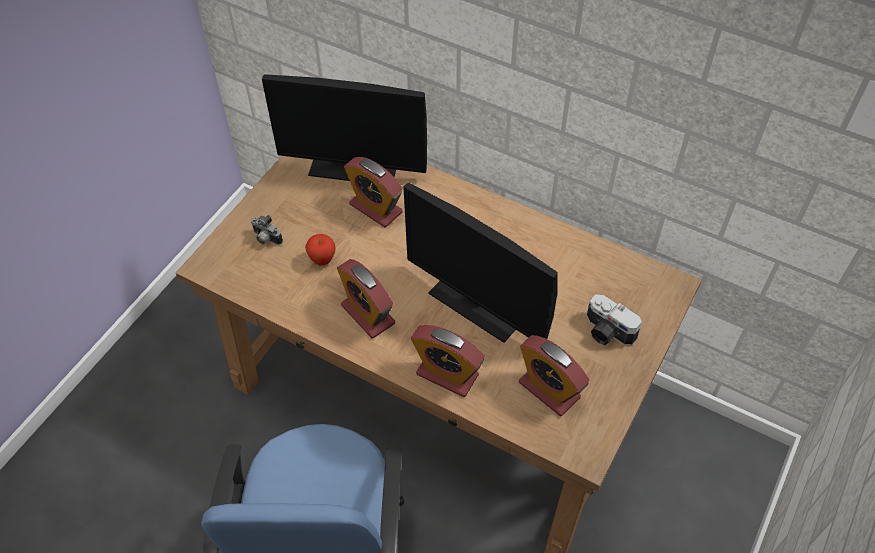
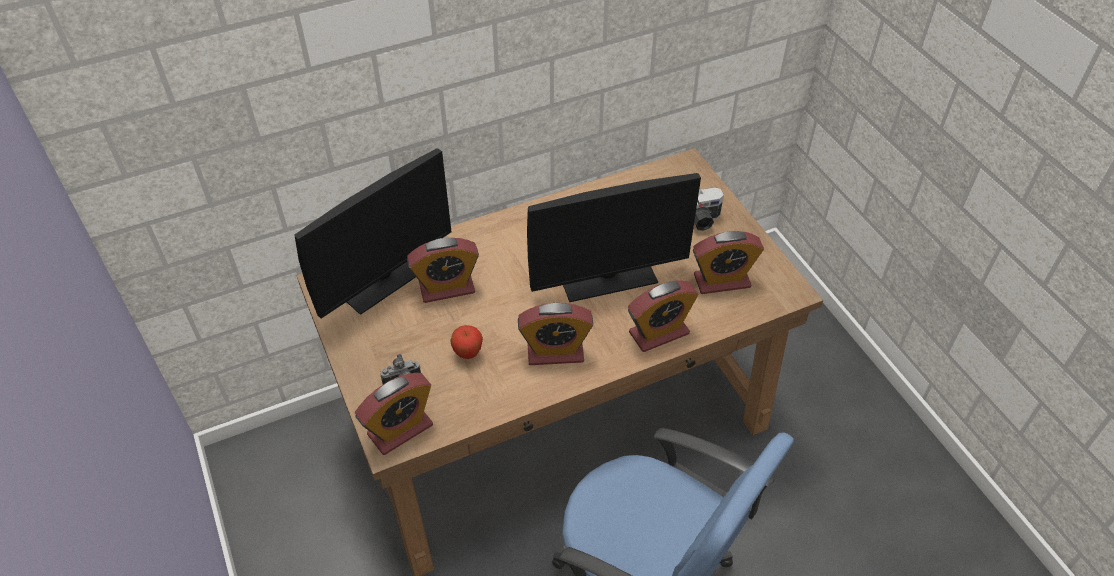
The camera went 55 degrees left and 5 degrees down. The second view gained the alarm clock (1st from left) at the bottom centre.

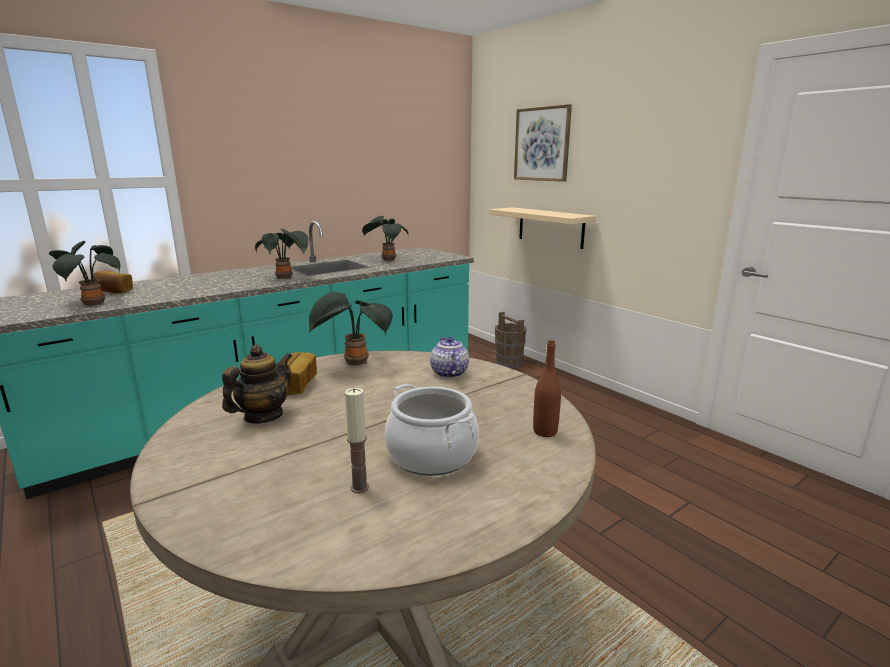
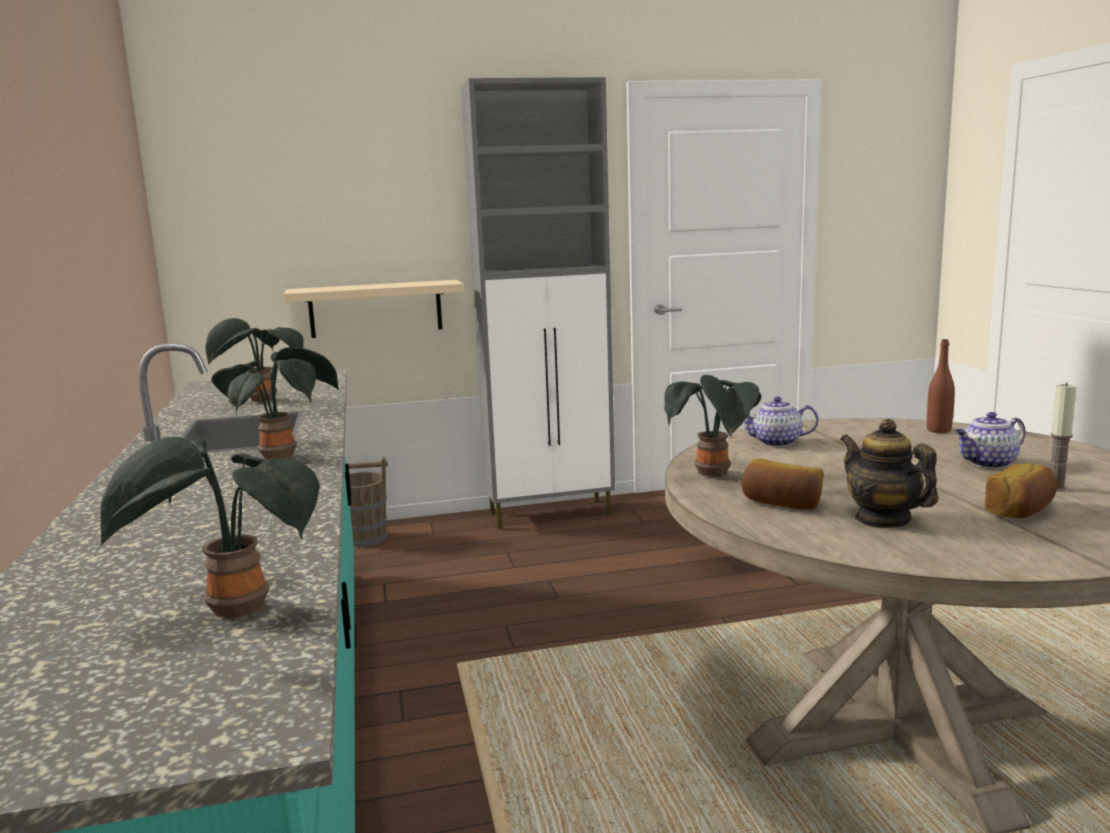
The camera went 65 degrees left and 5 degrees down. The second view gained the grey cabinet at the centre. Where the cooking pot stood at the centre, the teapot (3rd from left) came to stand at the middle right. The bread (1st from left in the first image) ended up elsewhere, having gone from the middle left to the middle right. The second view lost the picture at the top centre.

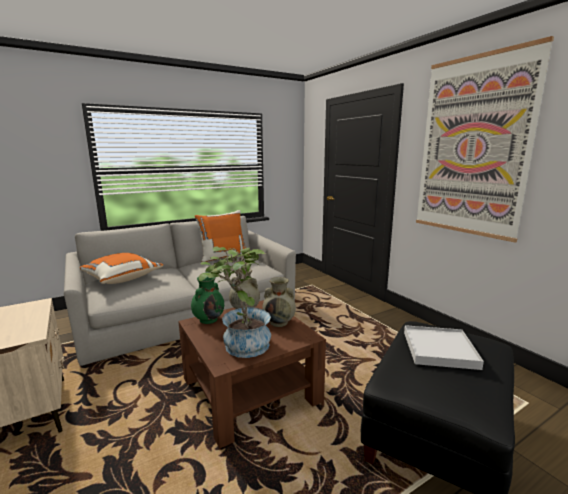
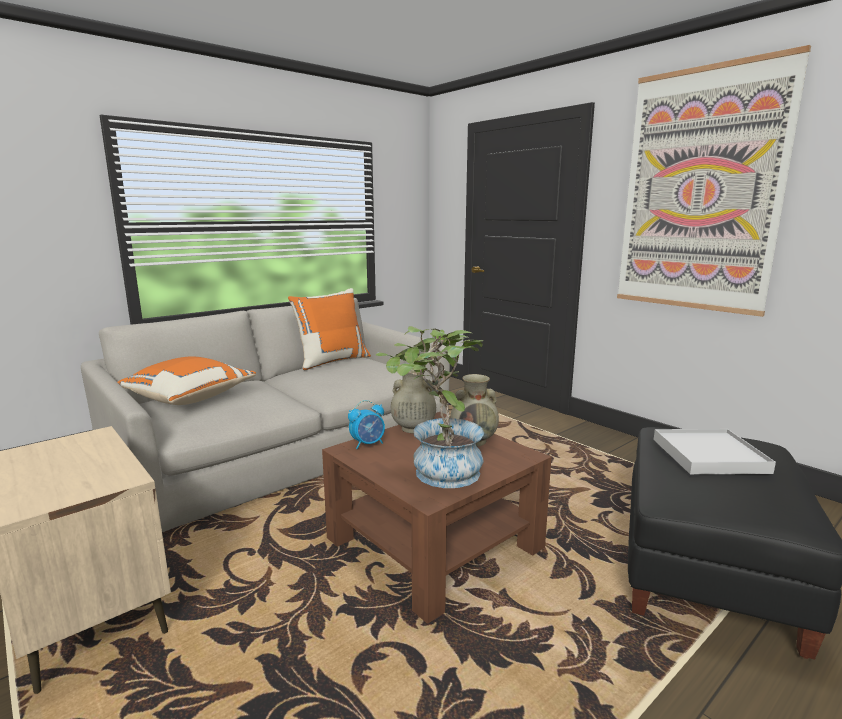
The camera went 10 degrees left and 0 degrees up. Where the green vase stood at the centre, the alarm clock came to stand at the centre.

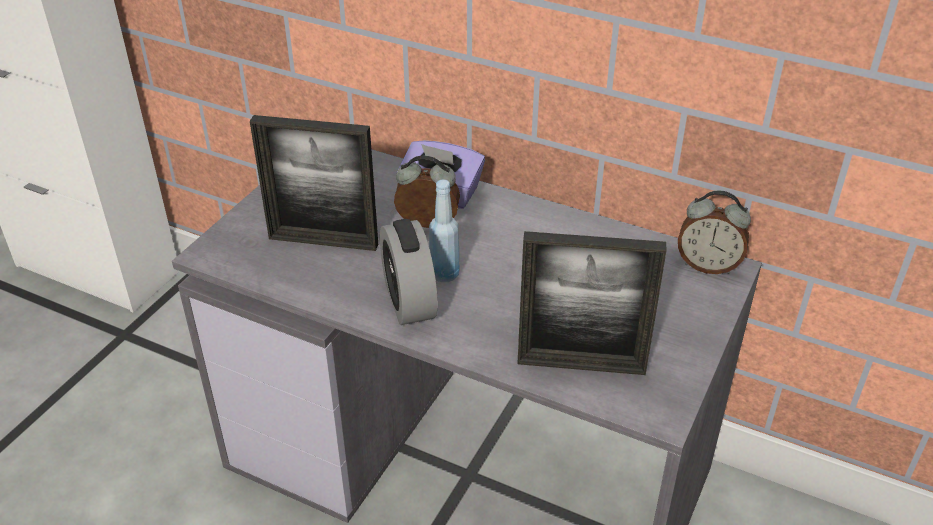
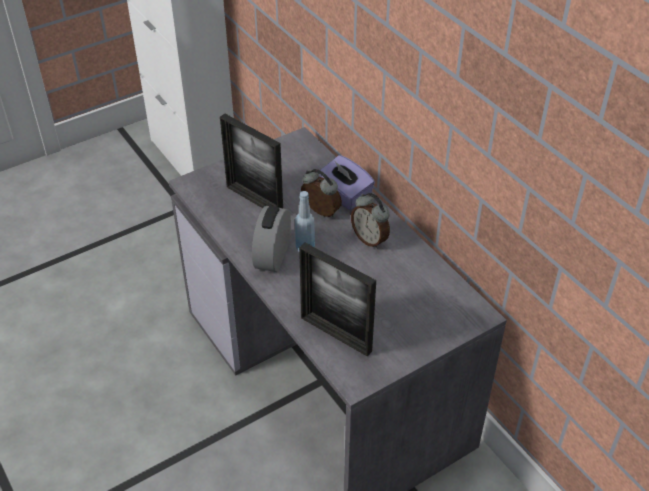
The camera went 30 degrees right and 5 degrees up. The alarm clock (3rd from left) ended up elsewhere, having gone from the middle right to the centre.

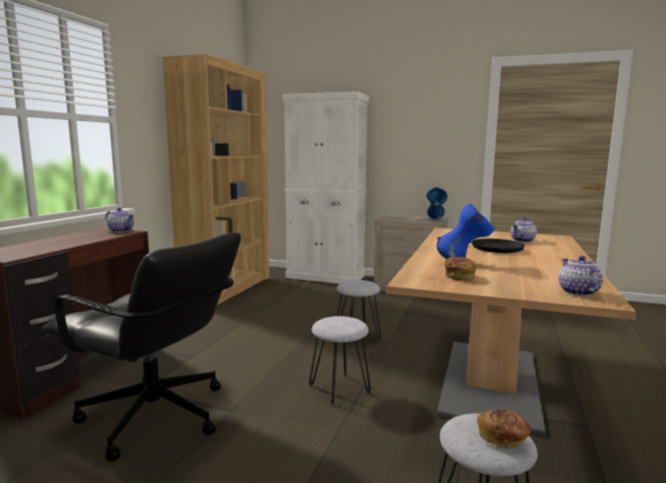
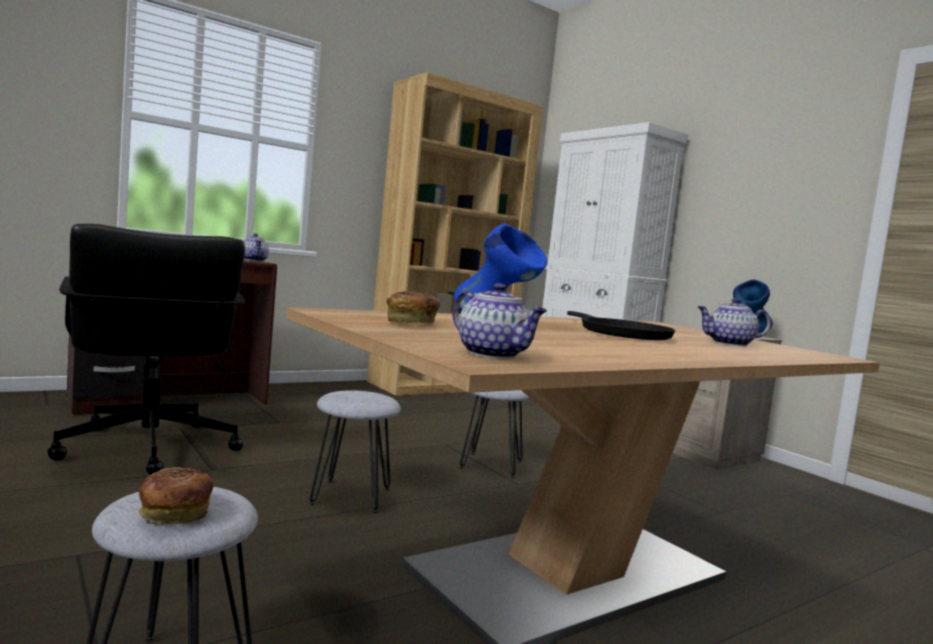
The camera went 35 degrees right and 5 degrees down. The teapot (3rd from left in the first image) at the middle right ended up facing another way, 105 degrees clockwise from before.

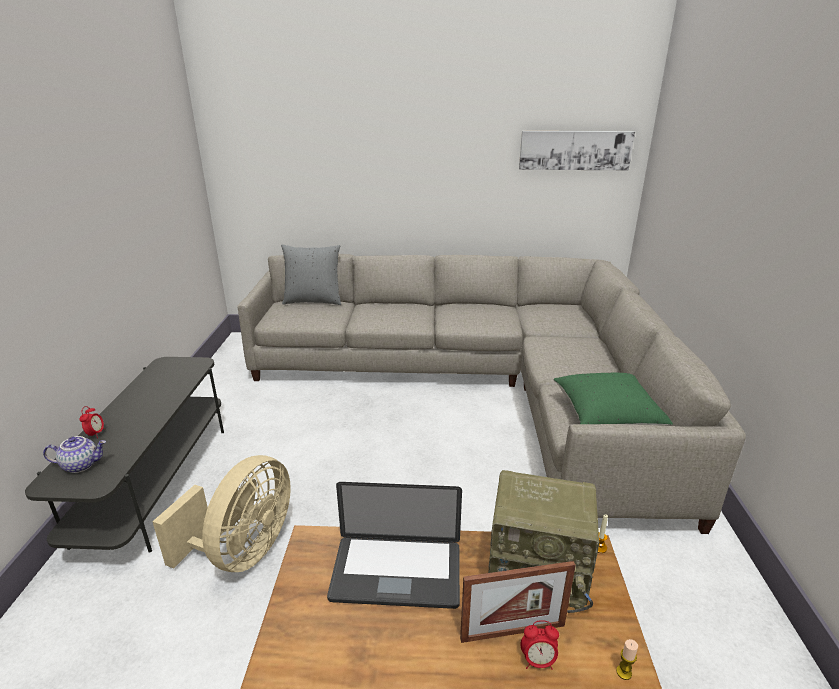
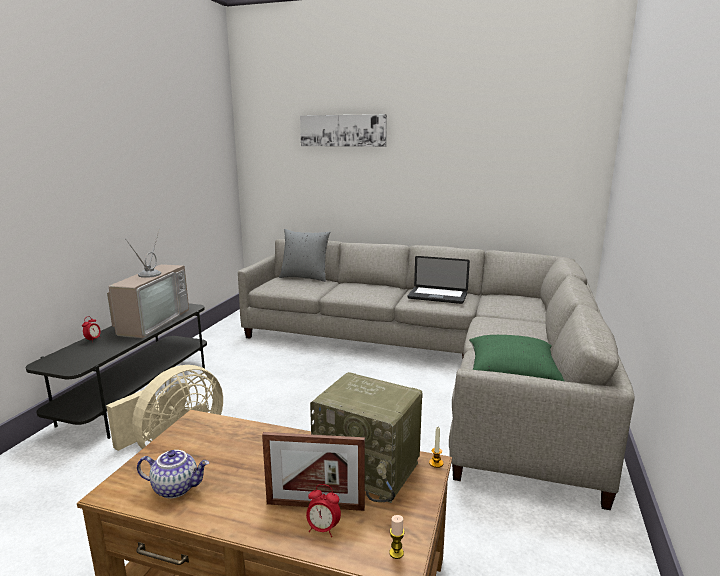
The camera went 15 degrees right and 10 degrees down. The second view gained the television at the middle left. The teapot ended up elsewhere, having gone from the middle left to the bottom left. The picture ended up elsewhere, having gone from the top right to the top centre. The laptop ended up elsewhere, having gone from the bottom centre to the centre.

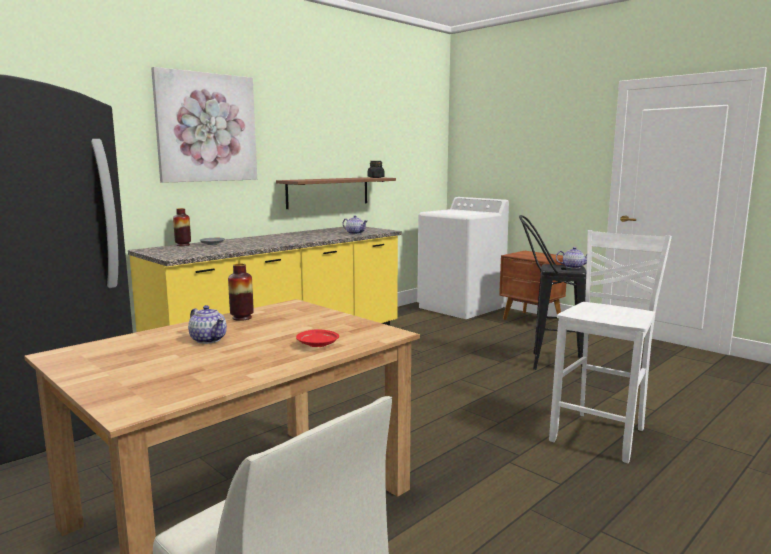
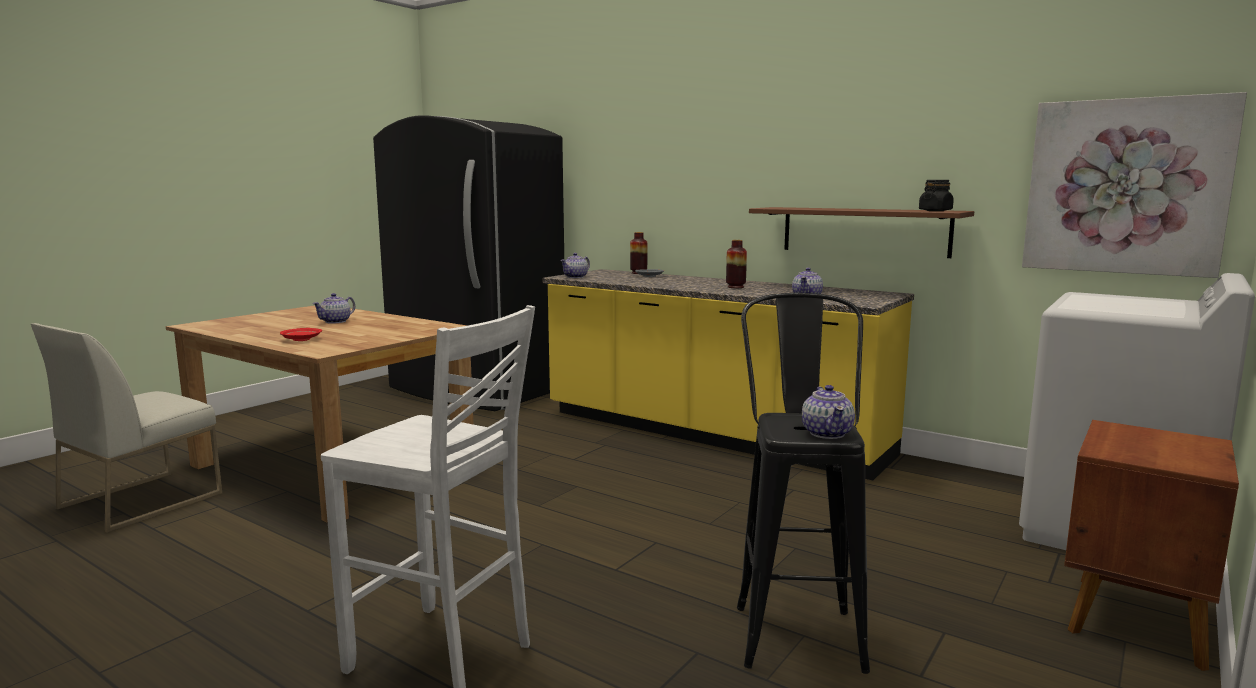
The camera went 80 degrees right and 0 degrees up. The second view gained the teapot (2nd from left) at the centre. The vase (2nd from left) ended up elsewhere, having gone from the middle left to the centre. The picture ended up elsewhere, having gone from the top left to the top right.

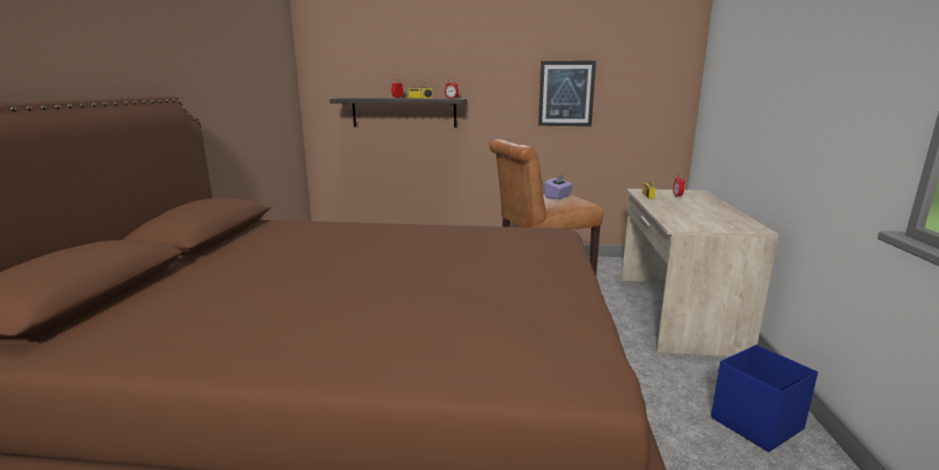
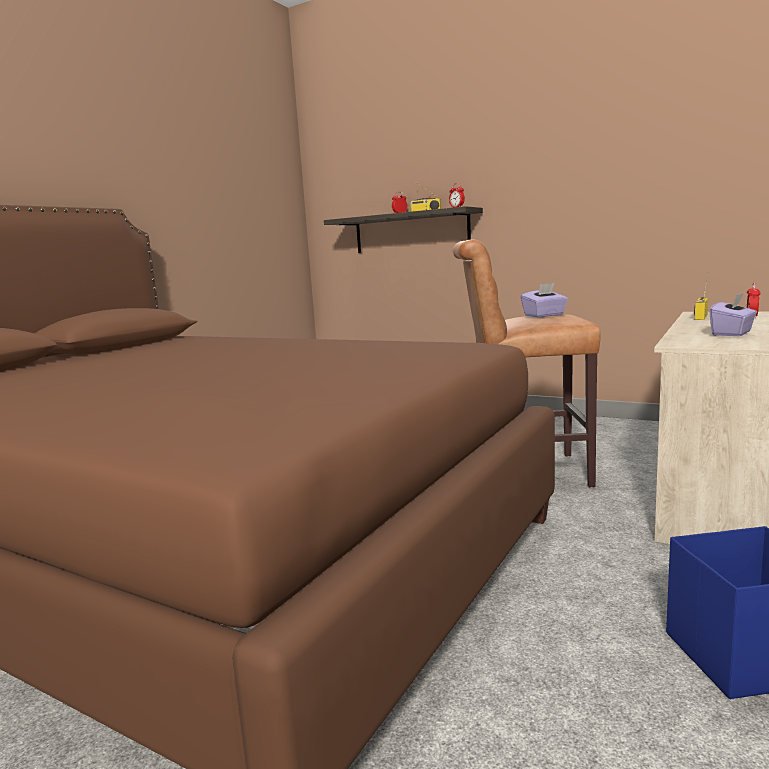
The camera went 25 degrees right and 5 degrees down. The second view gained the purple tissue box (2nd from left) at the middle right. The second view lost the picture at the top centre.

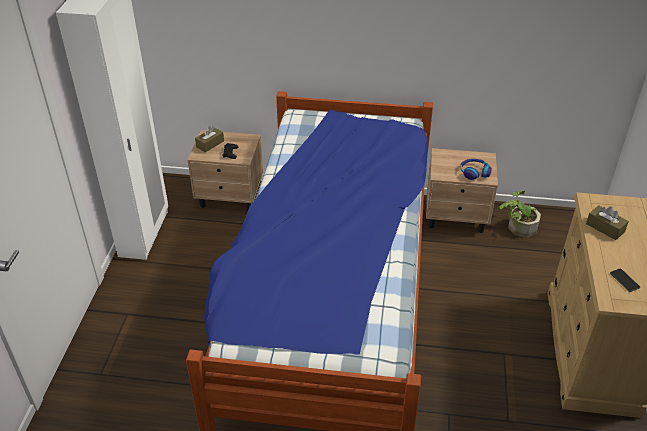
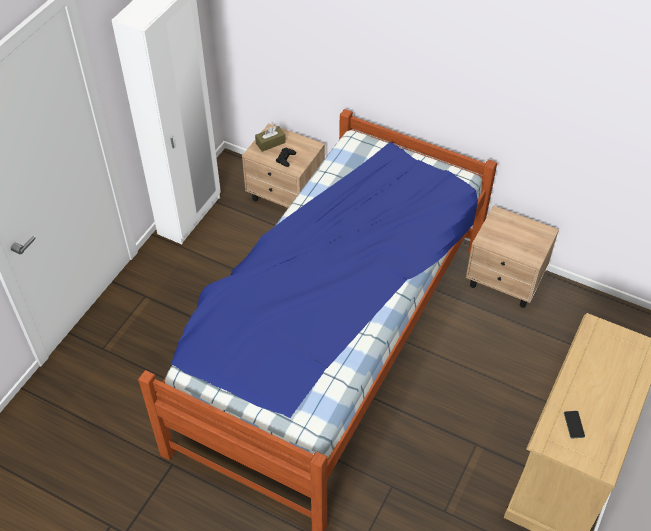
The camera went 20 degrees right and 10 degrees up. The second view lost the headphones at the middle right. The second view lost the potted plant at the middle right. The second view lost the brown tissue box (2nd from left) at the middle right.

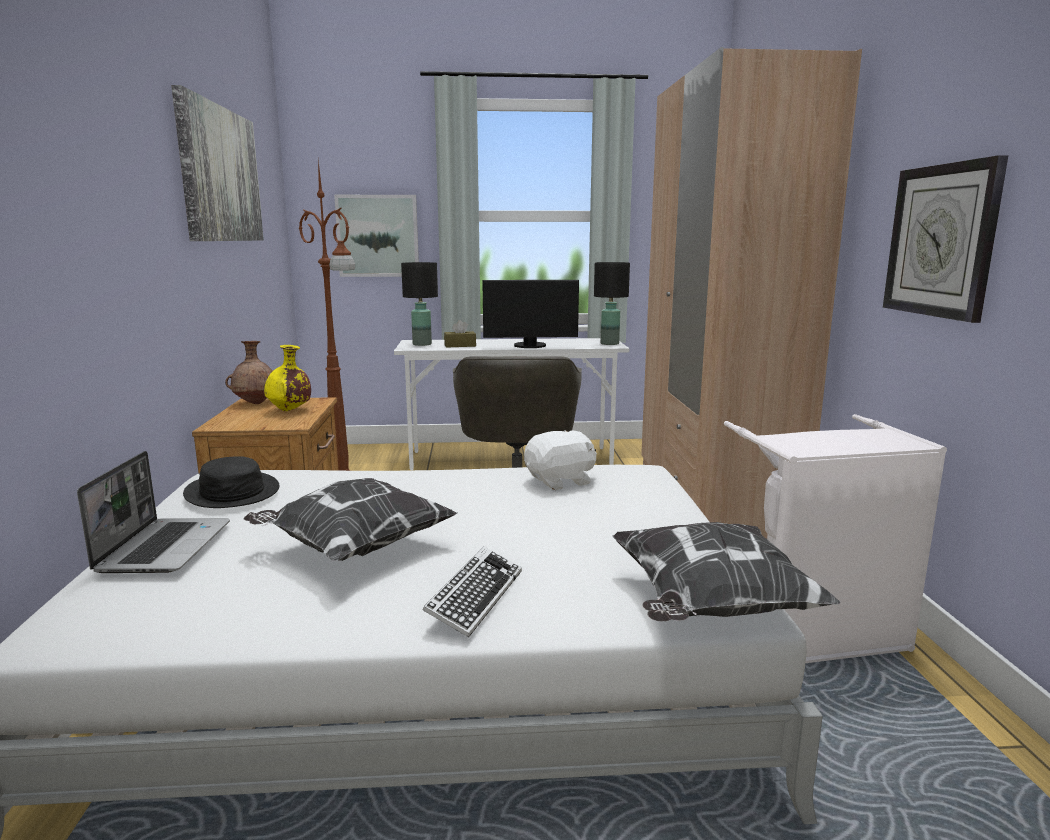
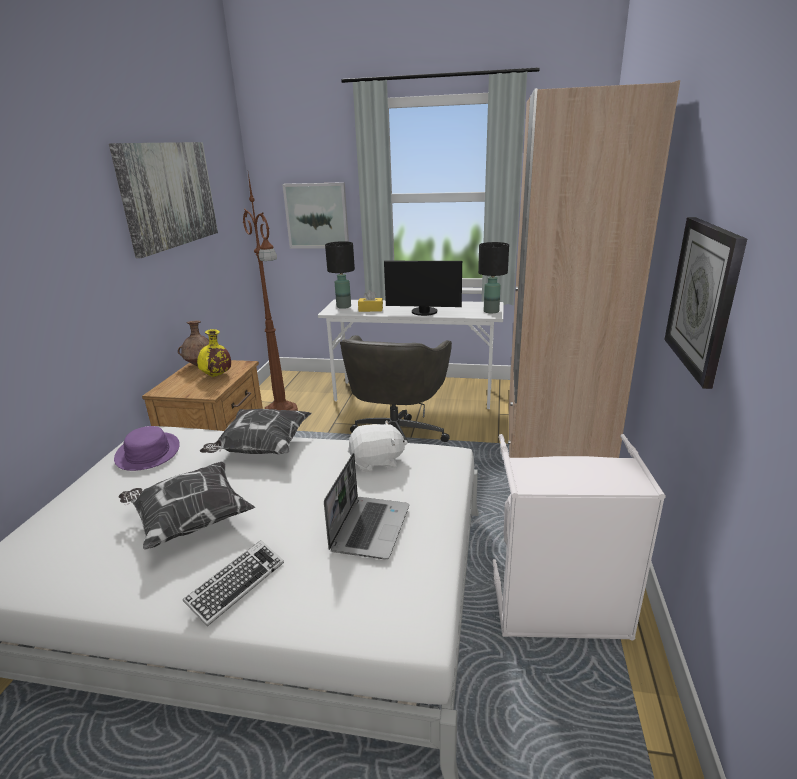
The camera went 15 degrees right and 10 degrees up. What was the black hat at the middle left turned into the purple hat at the middle left. The pillow (2nd from left) ended up elsewhere, having gone from the bottom right to the middle left. The laptop ended up elsewhere, having gone from the middle left to the centre. What was the brown tissue box at the centre turned into the yellow tissue box at the centre.

